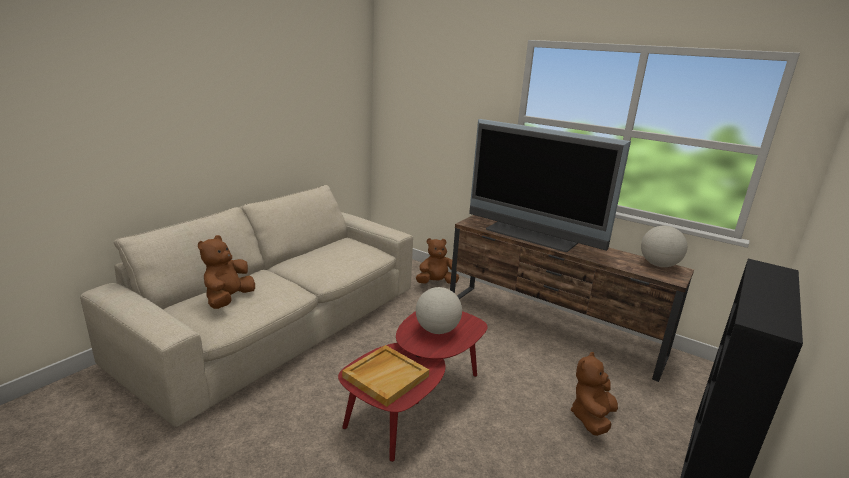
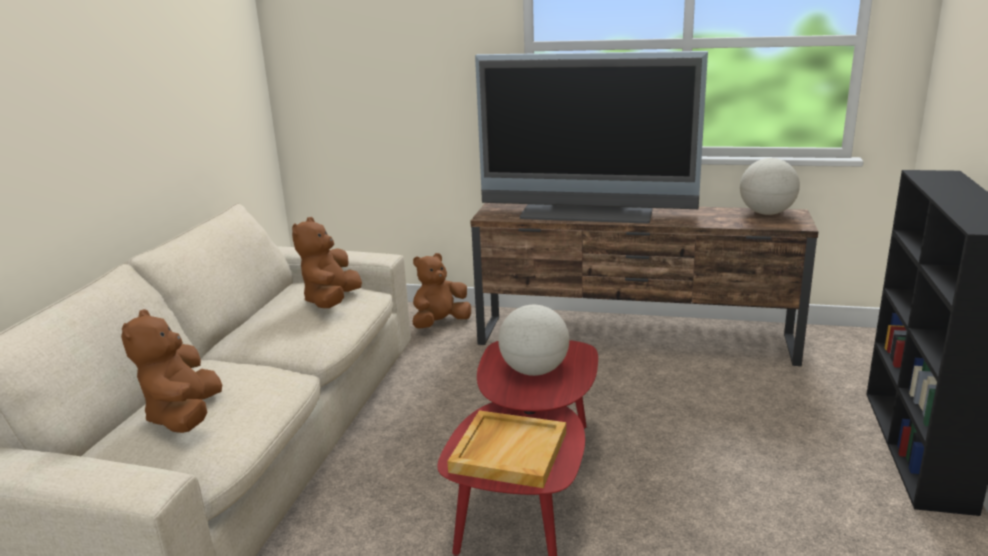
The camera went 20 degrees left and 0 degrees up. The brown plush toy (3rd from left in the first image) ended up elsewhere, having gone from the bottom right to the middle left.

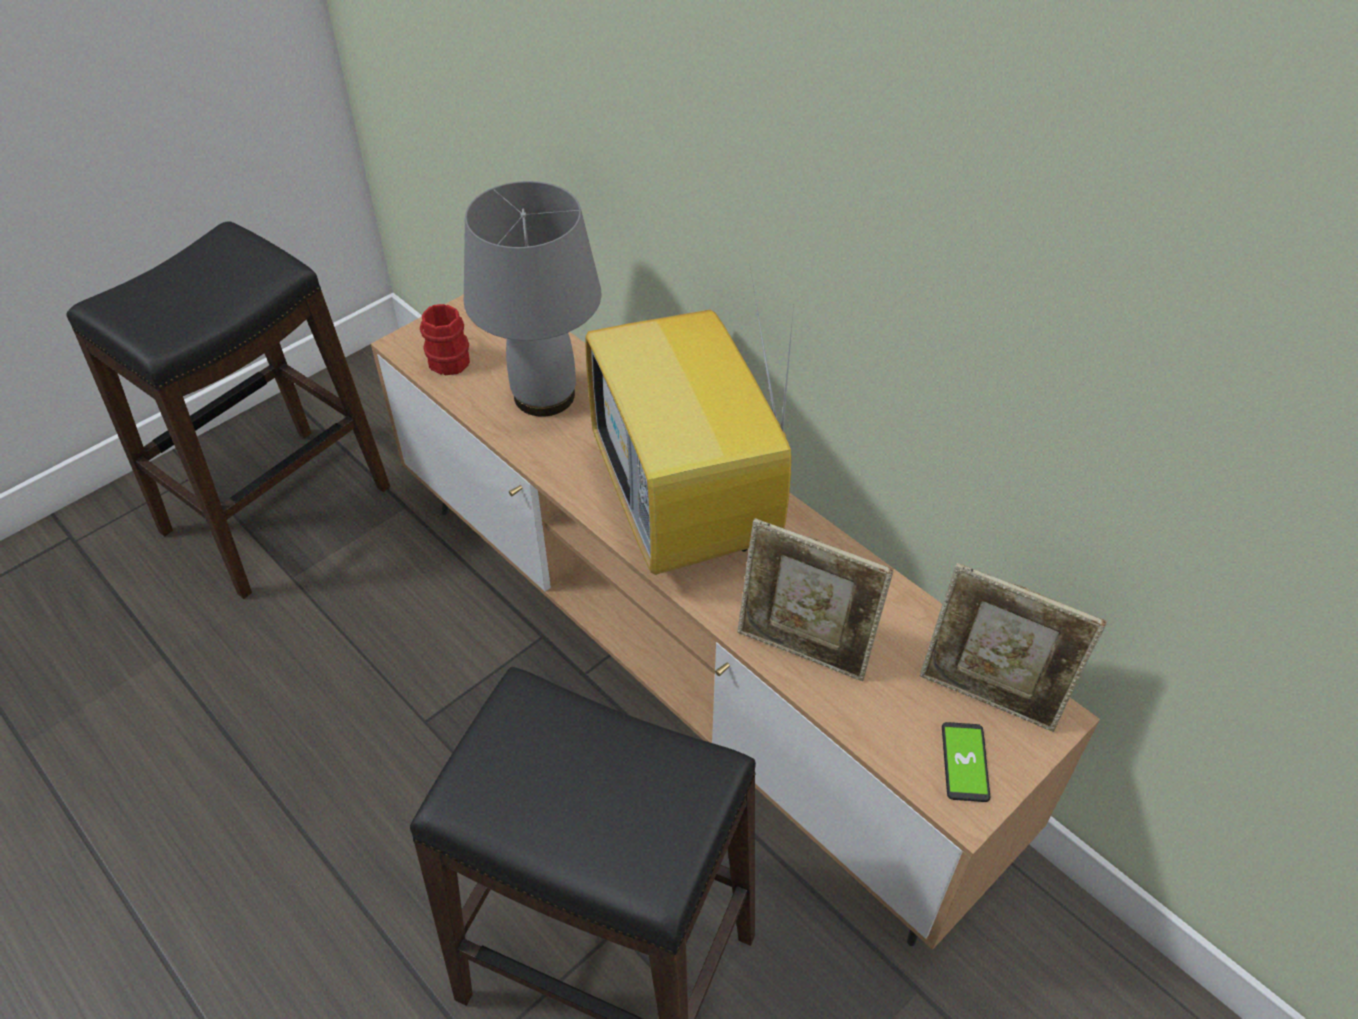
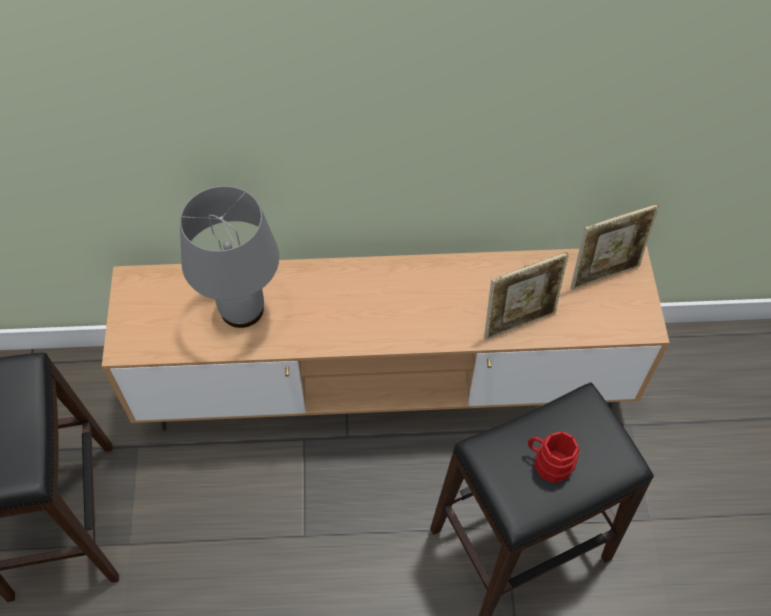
The camera went 50 degrees left and 10 degrees up. The red mug ended up elsewhere, having gone from the top left to the bottom right. The second view lost the television at the centre. The second view lost the phone at the bottom right.

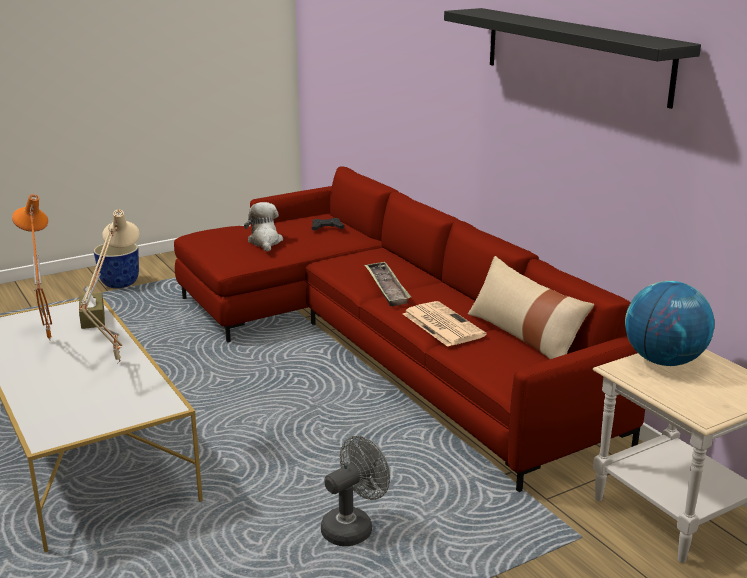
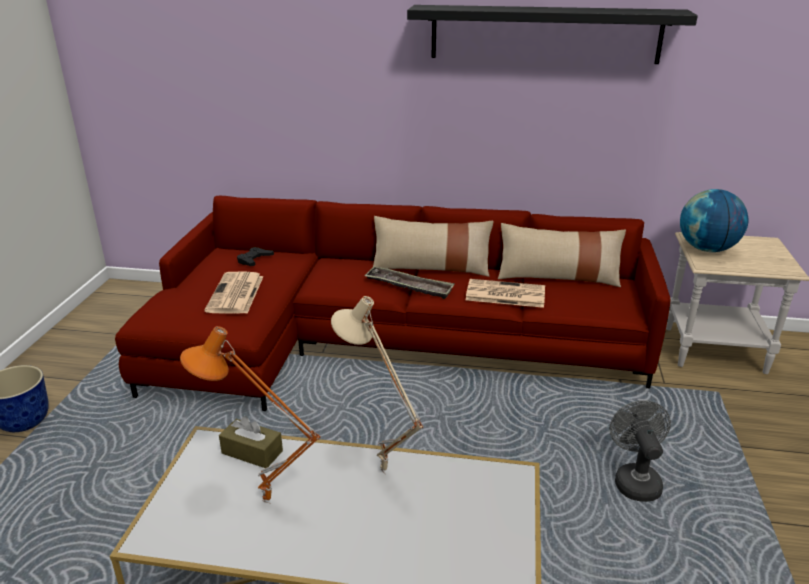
The camera went 50 degrees left and 5 degrees up. Where the plush toy stood at the centre, the newspaper (1st from left) came to stand at the middle left. The second view gained the beige pillow (1st from left) at the centre.

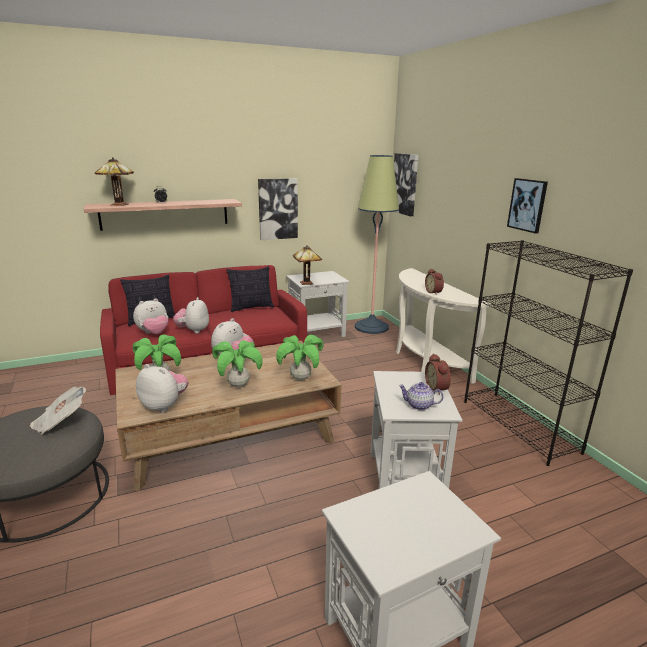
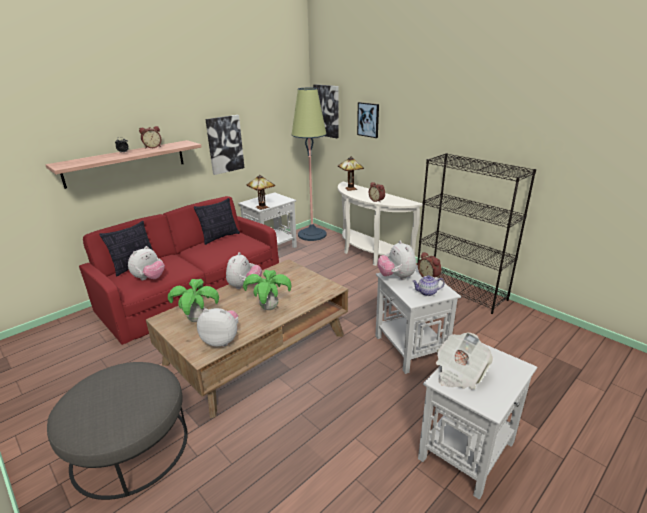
The camera went 20 degrees left and 5 degrees up. The second view gained the alarm clock (2nd from left) at the top left. The table lamp (1st from left in the first image) ended up elsewhere, having gone from the top left to the centre. The picture (3rd from left) ended up elsewhere, having gone from the top right to the top centre. The plush toy (3rd from left in the first image) ended up elsewhere, having gone from the middle left to the centre. The newspaper ended up elsewhere, having gone from the middle left to the bottom right. The second view lost the potted plant (3rd from left) at the centre.

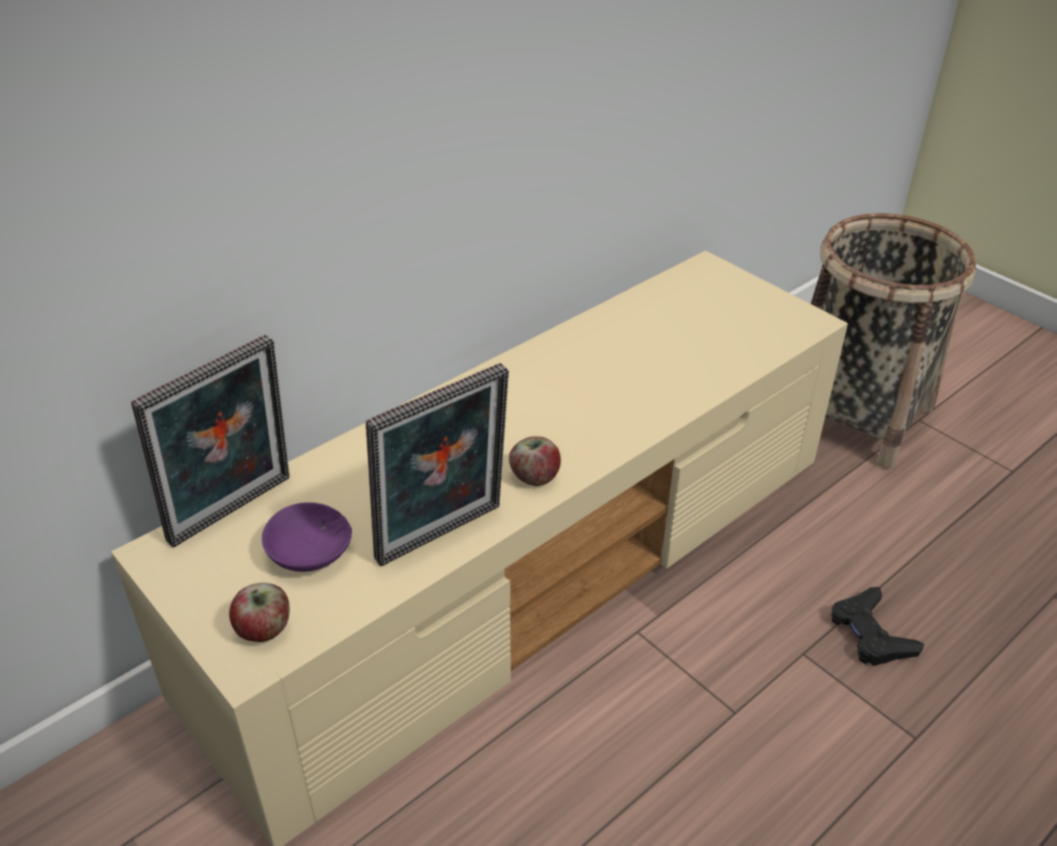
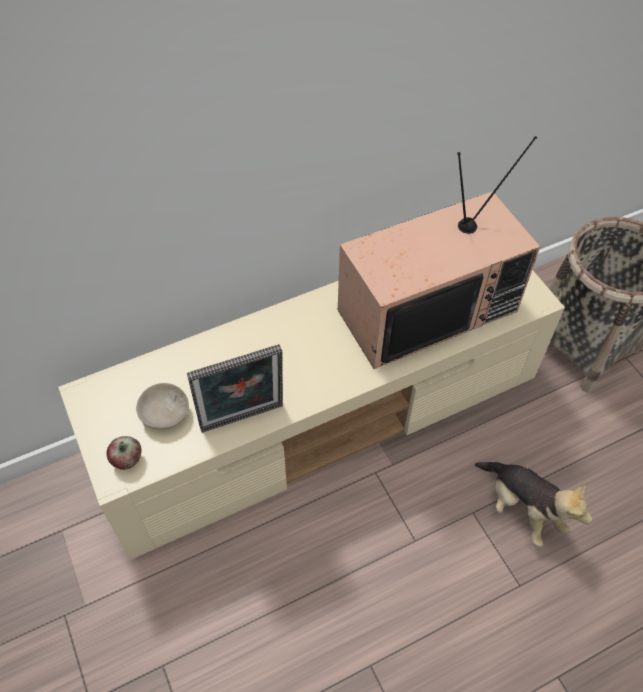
The camera went 15 degrees right and 15 degrees up. What was the purple bowl at the middle left turned into the beige bowl at the middle left. The second view gained the television at the middle right. Where the black game controller stood at the bottom right, the plush toy came to stand at the bottom right. The second view lost the picture frame (1st from left) at the middle left. The second view lost the apple (2nd from left) at the centre.

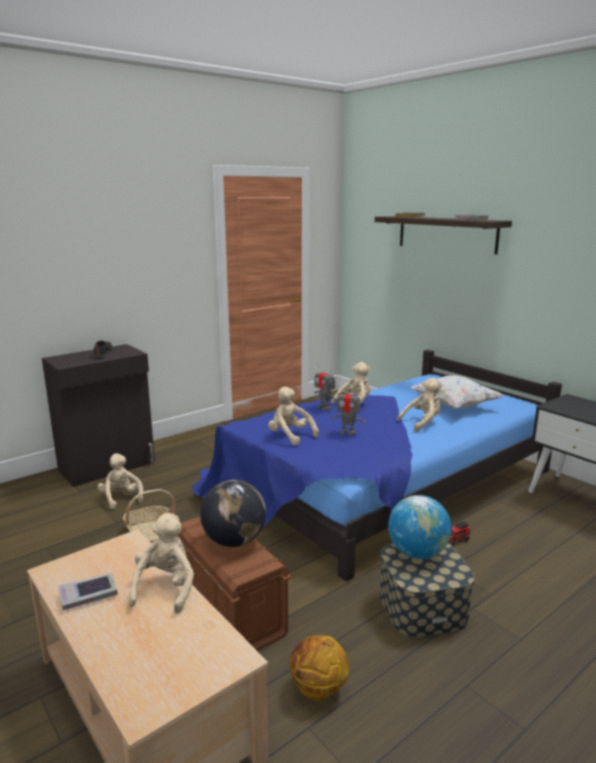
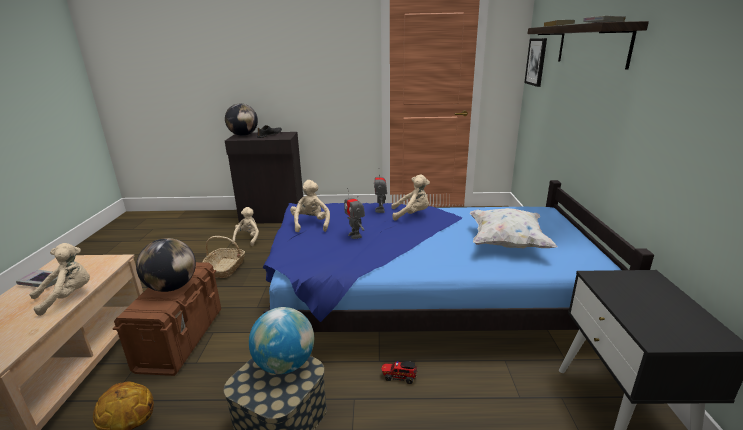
The camera went 40 degrees right and 5 degrees up. The second view gained the globe (2nd from left) at the top left. The second view gained the picture at the top right. The second view lost the beige plush toy (5th from left) at the middle right.

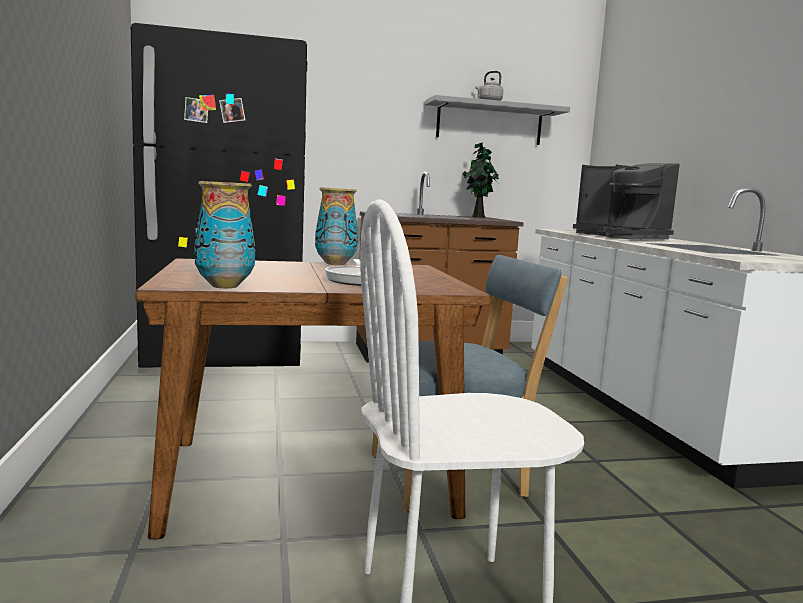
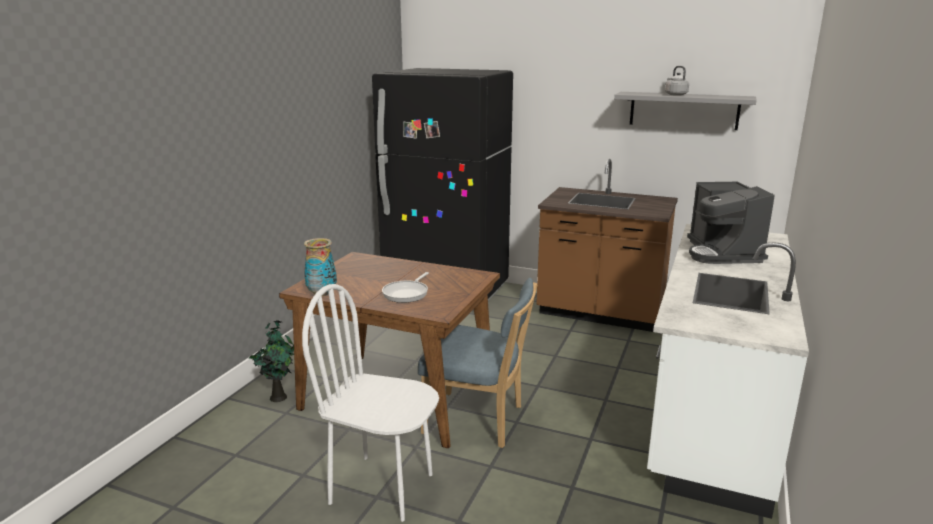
The camera went 35 degrees right and 10 degrees up. The potted plant ended up elsewhere, having gone from the top centre to the bottom left. The second view lost the vase (2nd from left) at the centre.

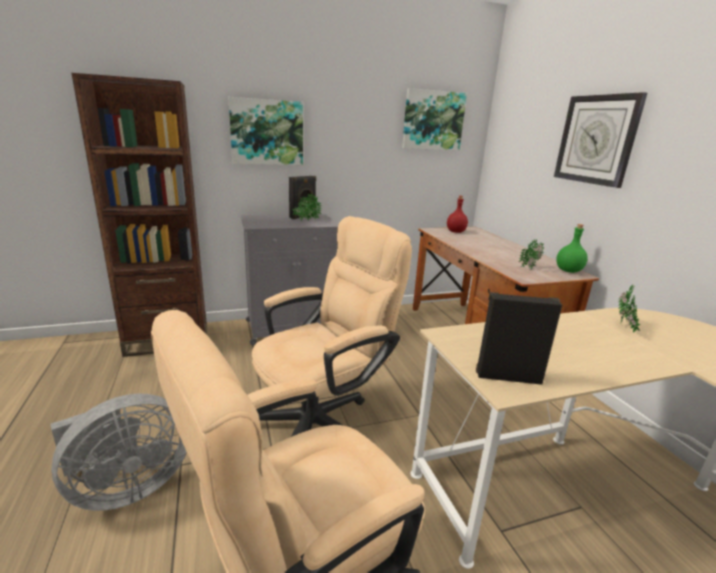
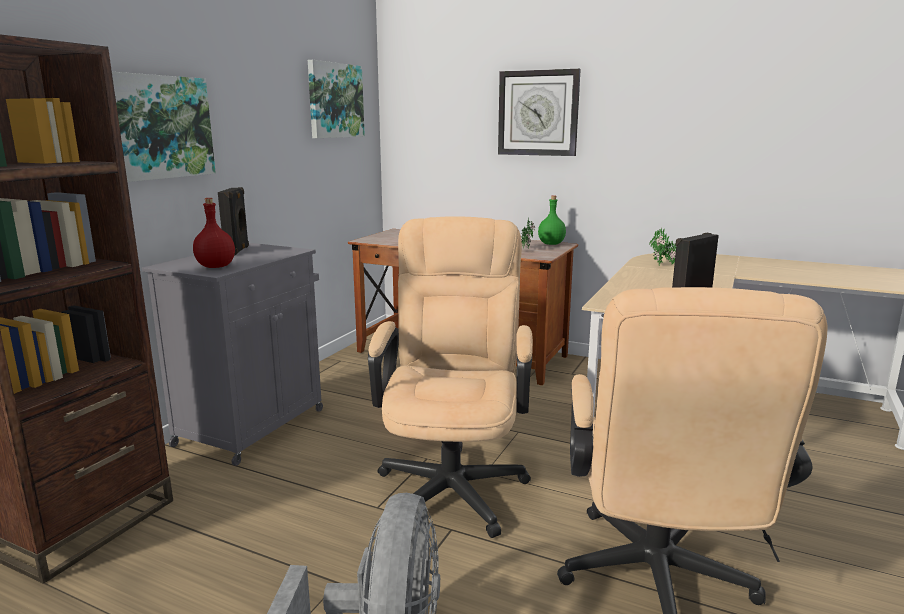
The camera went 45 degrees left and 5 degrees down. The red bottle ended up elsewhere, having gone from the centre to the middle left. The second view lost the potted plant (1st from left) at the centre.

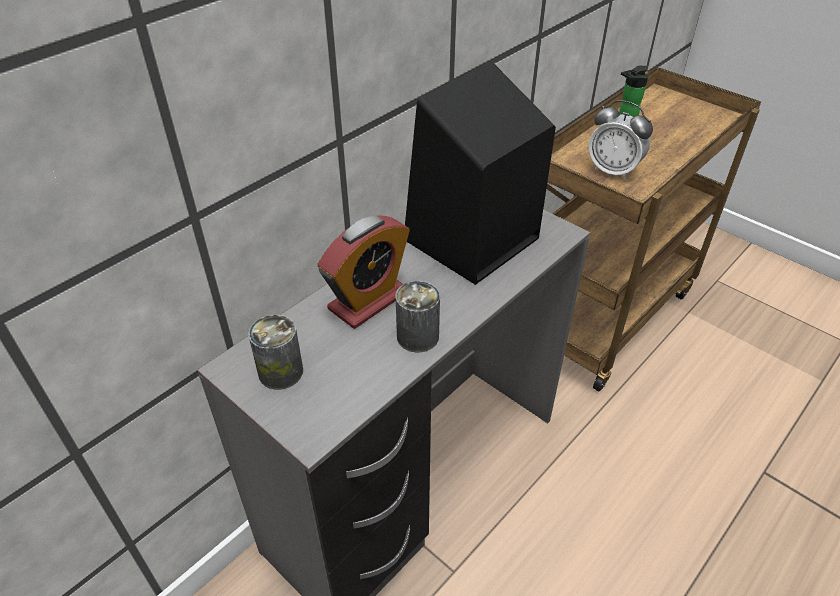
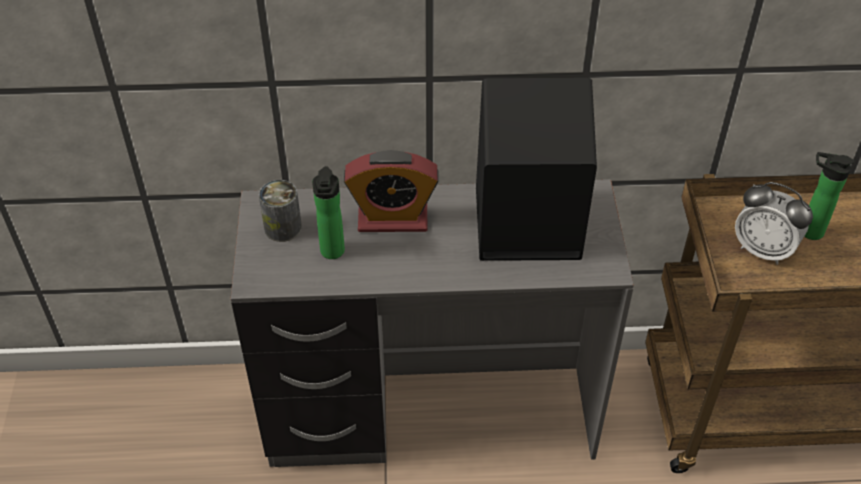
The camera went 45 degrees right and 5 degrees up. The second view gained the bottle (1st from left) at the centre. The alarm clock (2nd from left) at the top right ended up facing another way, 45 degrees counterclockwise from before. The second view lost the can (2nd from left) at the centre.

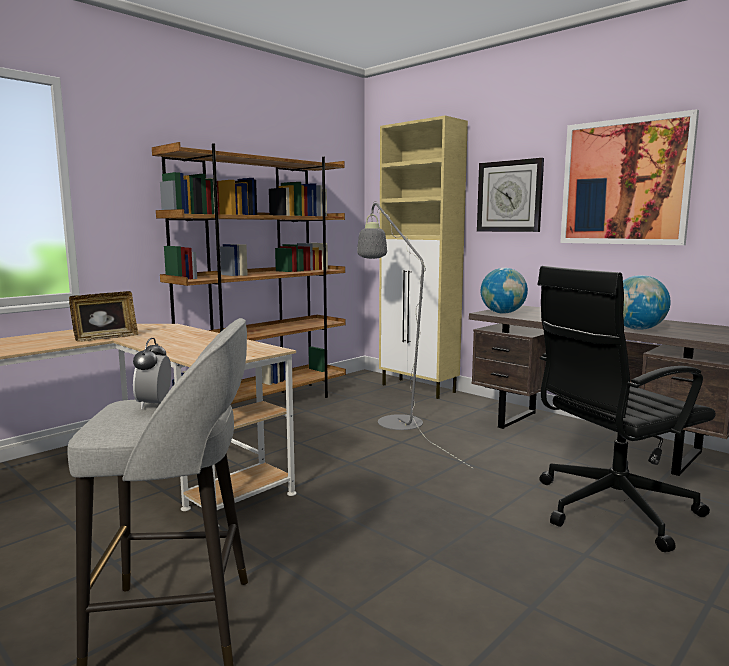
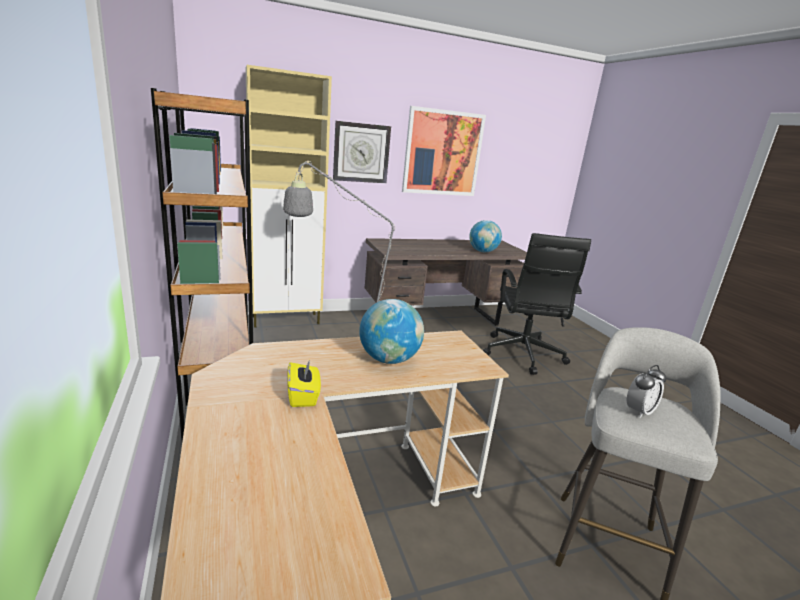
The camera went 65 degrees left and 10 degrees up. Where the picture frame stood at the middle left, the yellow tissue box came to stand at the centre. The globe (1st from left) ended up elsewhere, having gone from the middle right to the centre. The alarm clock at the middle left ended up facing another way, 60 degrees counterclockwise from before.

